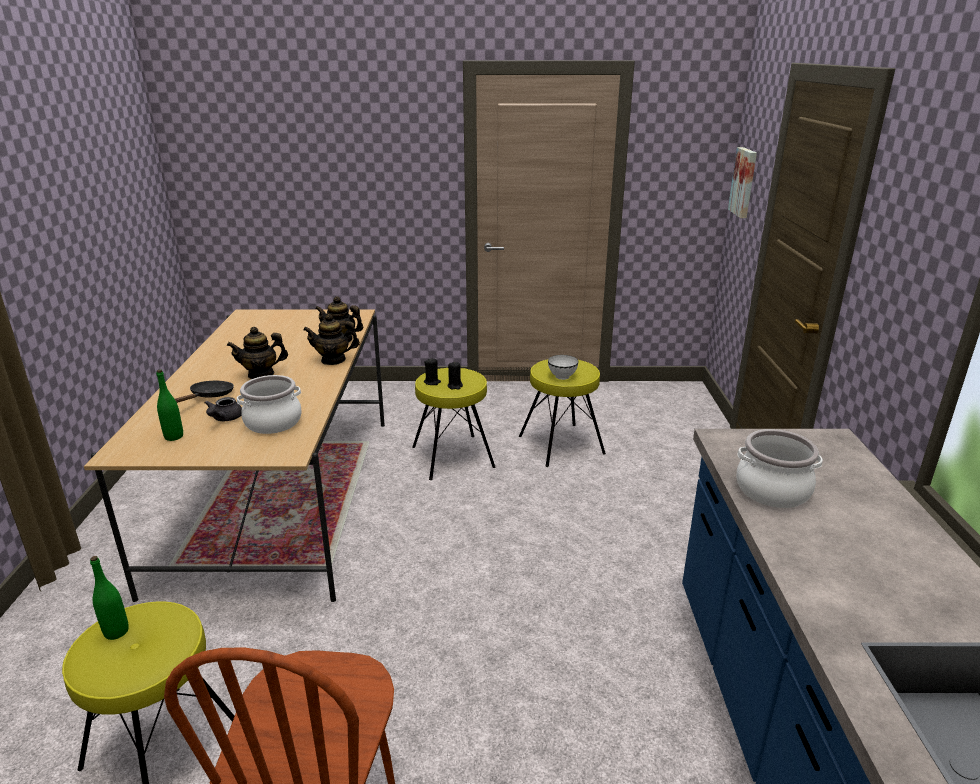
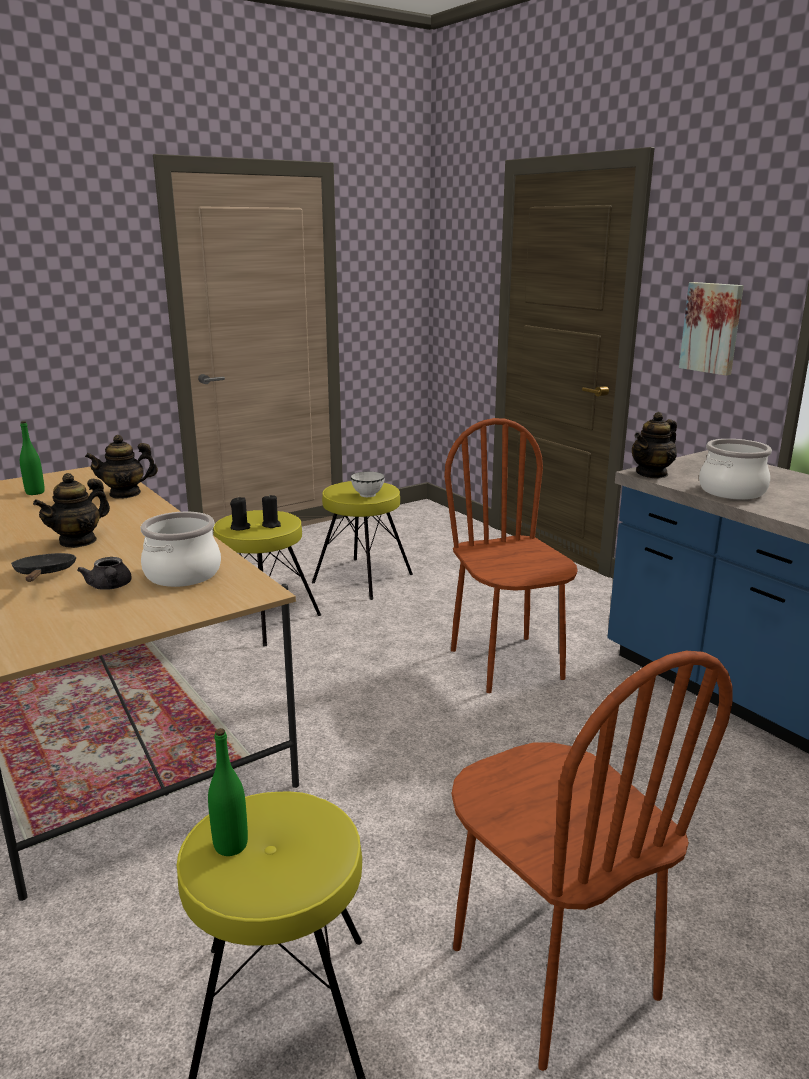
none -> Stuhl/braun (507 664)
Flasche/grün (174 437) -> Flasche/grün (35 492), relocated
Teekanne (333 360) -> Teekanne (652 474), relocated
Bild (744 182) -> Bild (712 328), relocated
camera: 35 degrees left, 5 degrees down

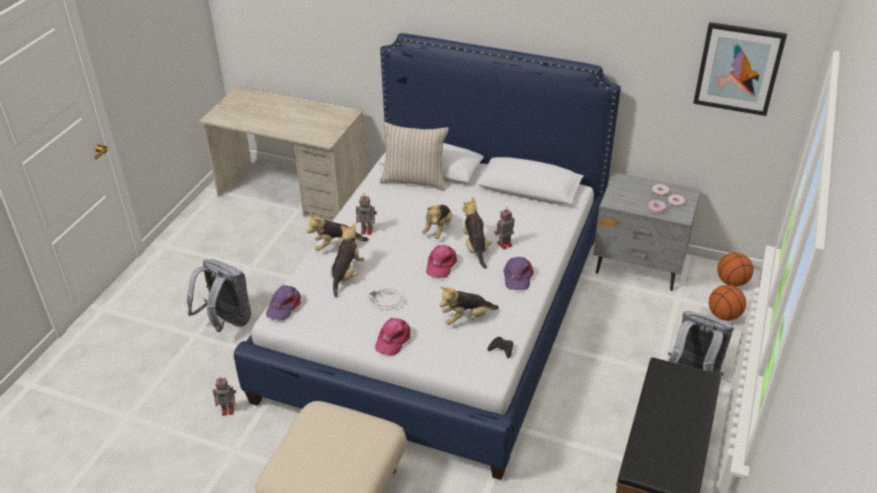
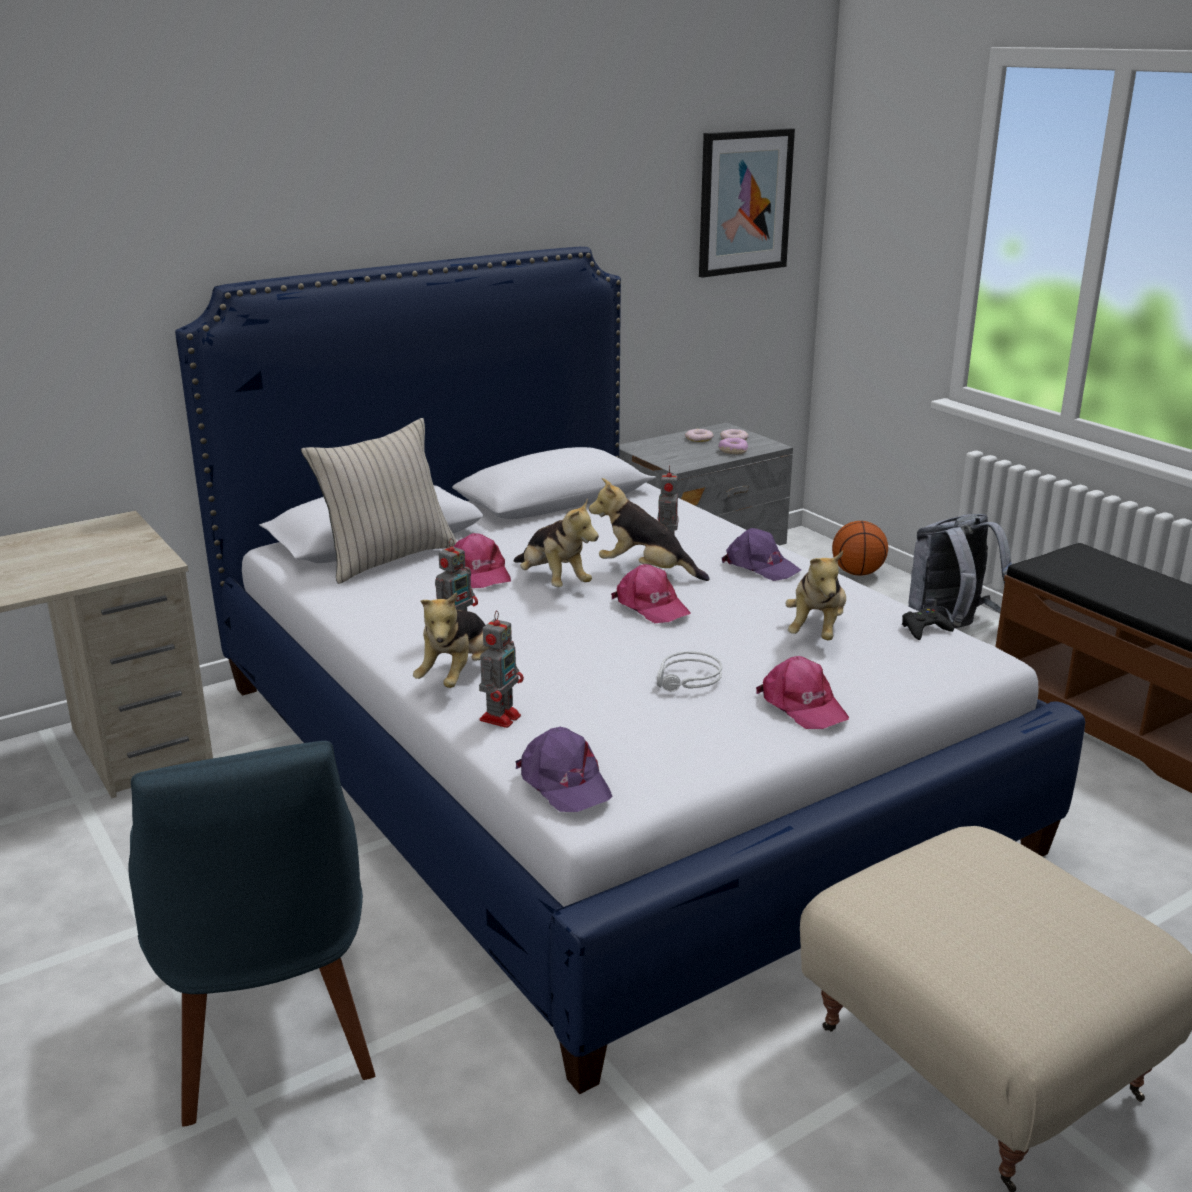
Plüschtier (346 275) -> none
Basketball (732 282) -> none
none -> Kappe/rosa (479 573)
Spielzeugroboter (228 409) -> Spielzeugroboter (501 717), relocated
Rucksack/grau (226 322) -> Stuhl/blau (268 1031)
camera: 55 degrees left, 15 degrees down

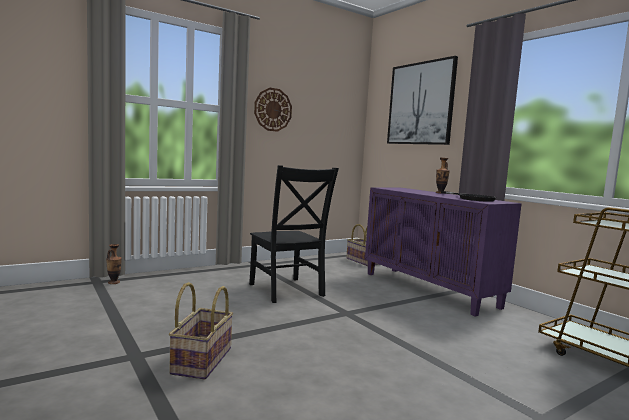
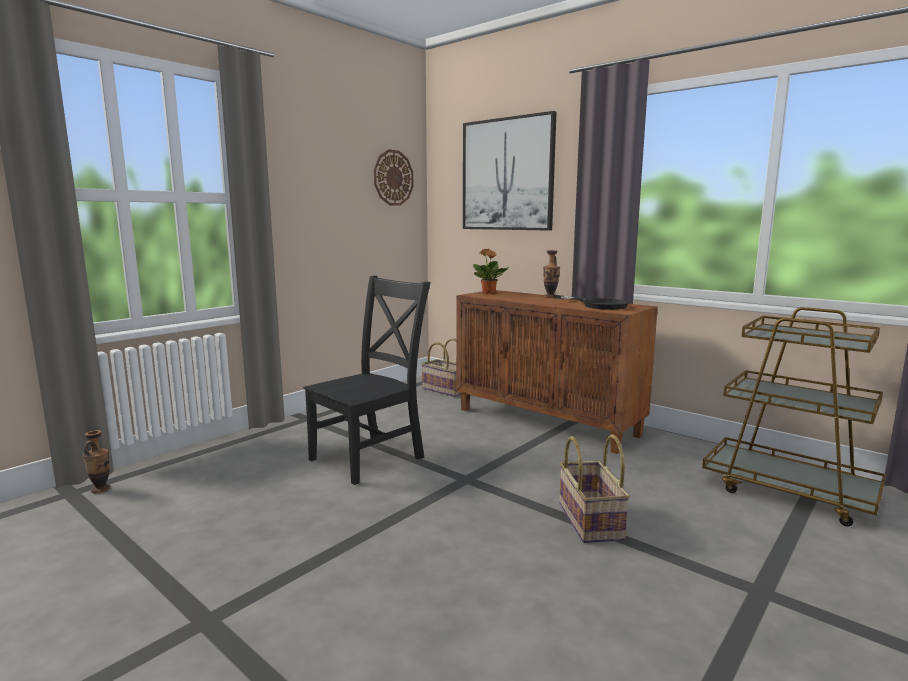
none -> Topfpflanze (489 293)
Korb (201 360) -> Korb (588 520), relocated
Wanduhr (273 109) -> Wanduhr (393 178), relocated
Schrank/lila (430 289) -> Schrank/braun (547 422)
Stuhl/schwarz (287 291) -> Stuhl/schwarz (371 457), 90 degrees counterclockwise
camera: 15 degrees left, 5 degrees up

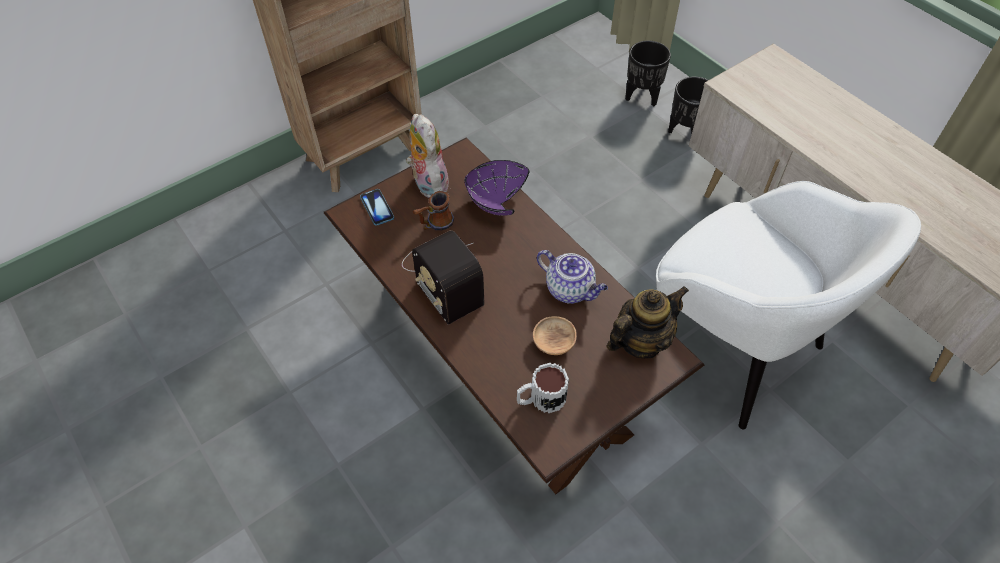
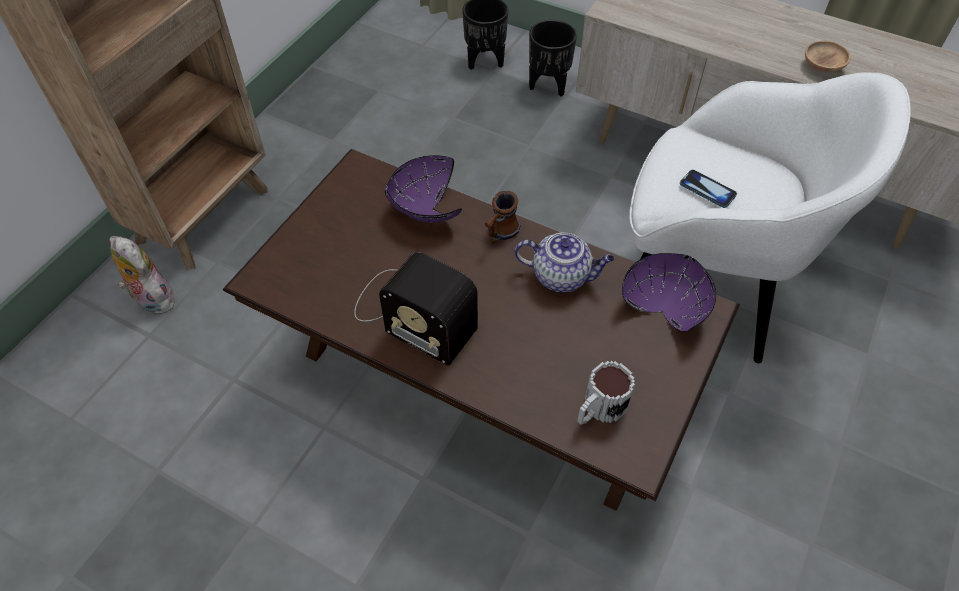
Handy (377 208) -> Handy (707 189), relocated
Plüschtier (428 183) -> Plüschtier (151 299), relocated
Henkelbecher (434 224) -> Henkelbecher (499 234), relocated
Schüssel/braun (554 343) -> Schüssel/braun (822 66), relocated
Teekanne (640 341) -> Schüssel/lila (665 304)
camera: 25 degrees left, 0 degrees up

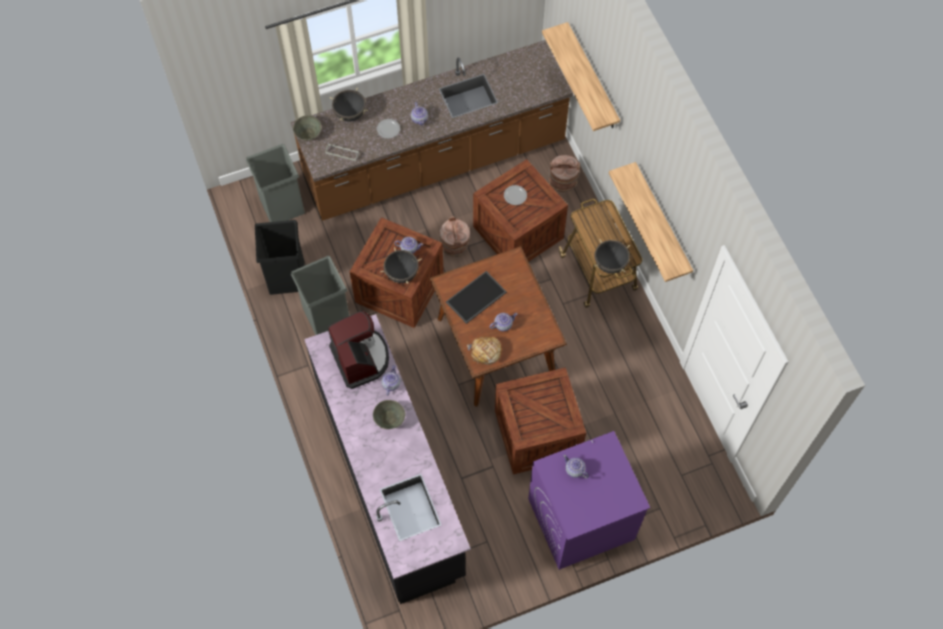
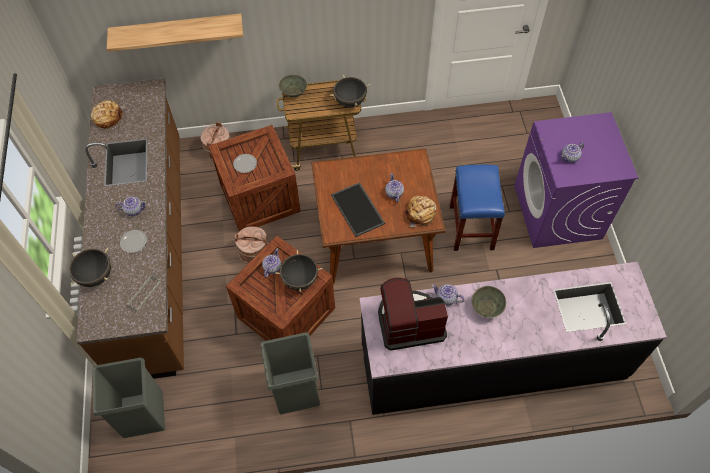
Mülleimer/schwarz (287 276) -> none
Wandregal (662 222) -> none
none -> Brot (108 117)
Schüssel/grau (308 133) -> Schüssel/grau (293 92), relocated
Kiste (536 435) -> Hocker/blau (471 228)
camera: 75 degrees left, 5 degrees down

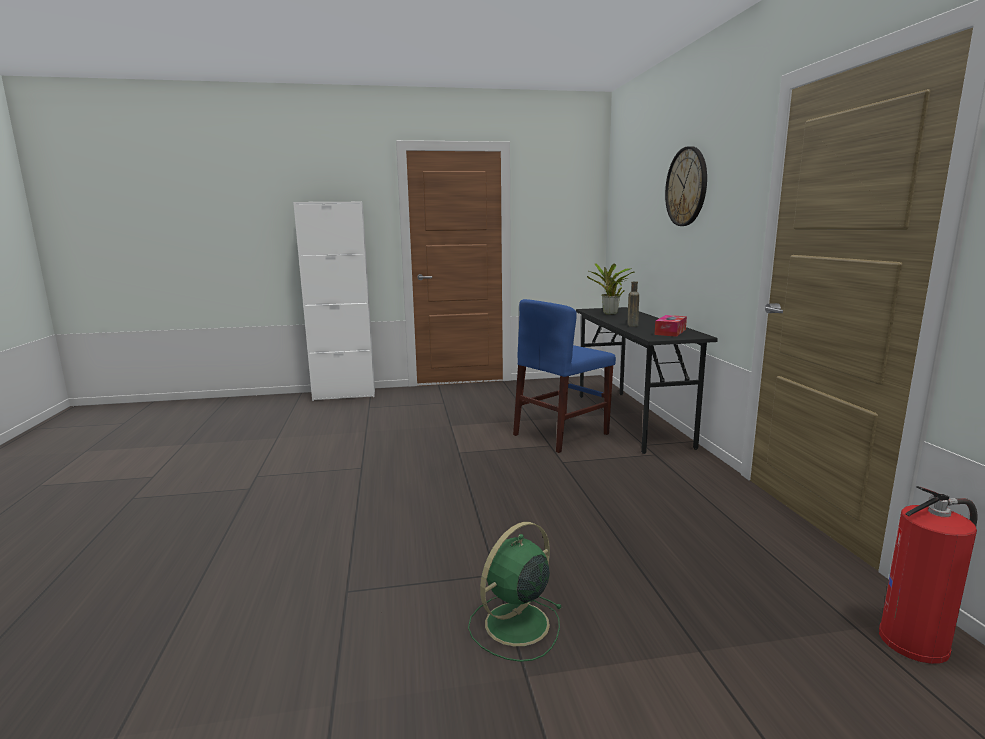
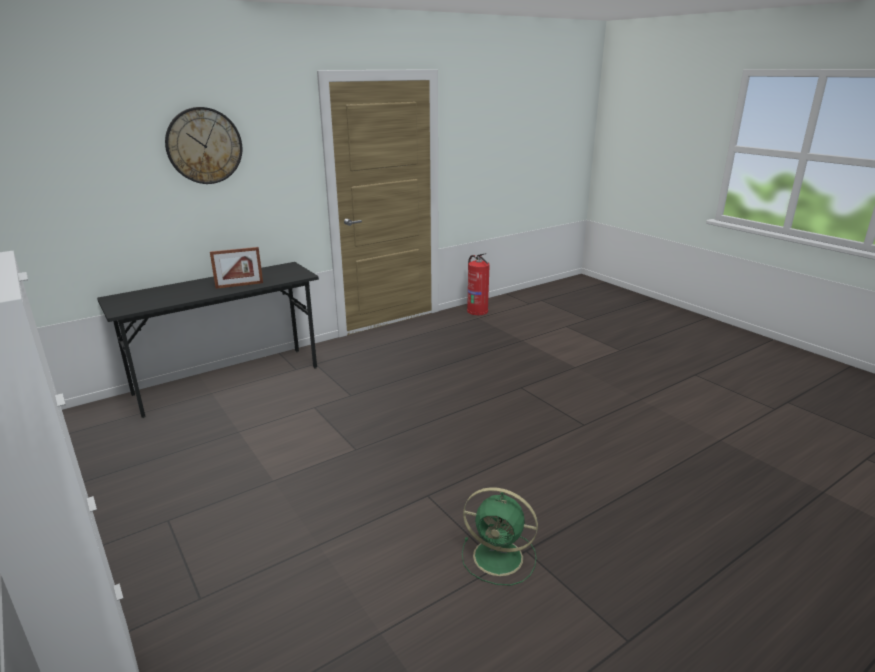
Stuhl/blau (561 434) -> none
Topfpflanze (609 314) -> none
Taschentuchbox (670 332) -> none
Ventilator/grün (515 625) -> Ventilator/grün (500 557), relocated
Flasche/braun (632 325) -> Bilderrahmen (239 285)
camera: 115 degrees left, 10 degrees up

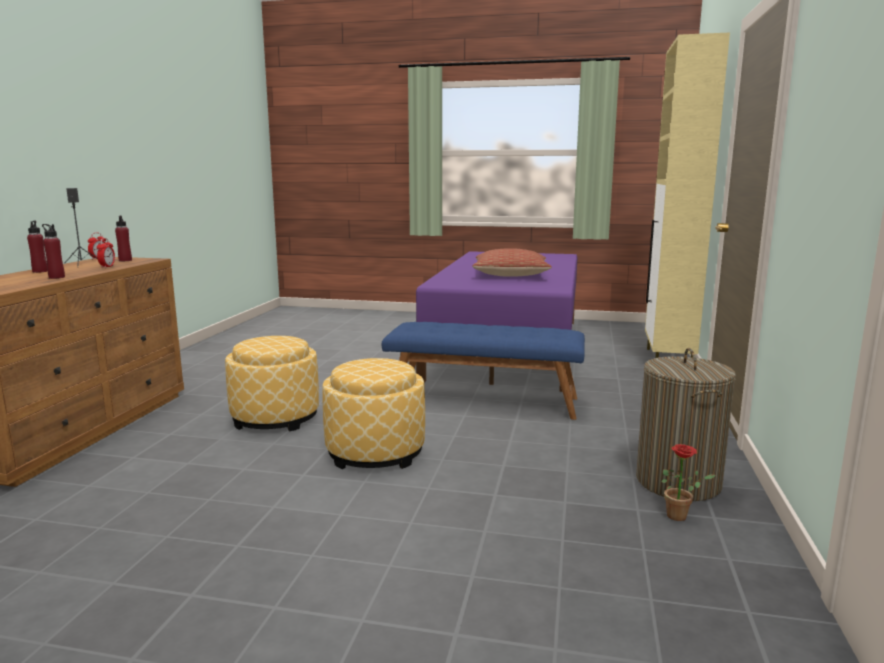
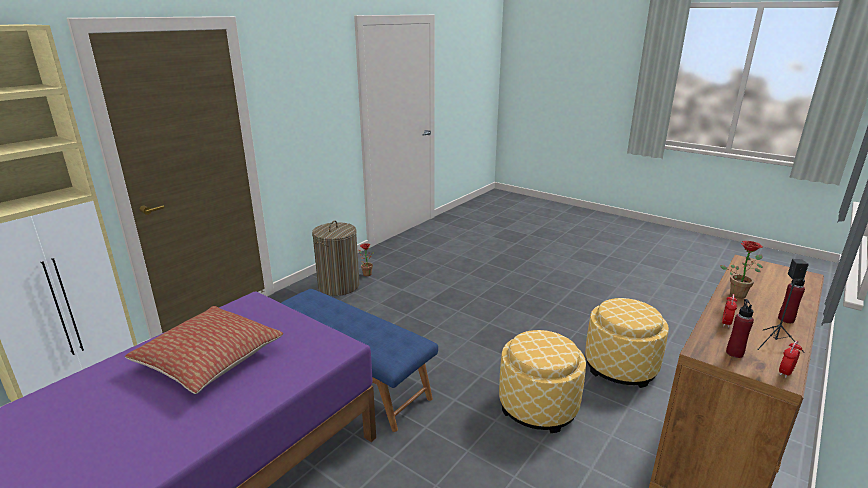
Polsterhocker (375 452) -> Polsterhocker (620 366), relocated
Flasche/rot (56 277) -> Topfpflanze (738 293)
camera: 155 degrees left, 10 degrees up

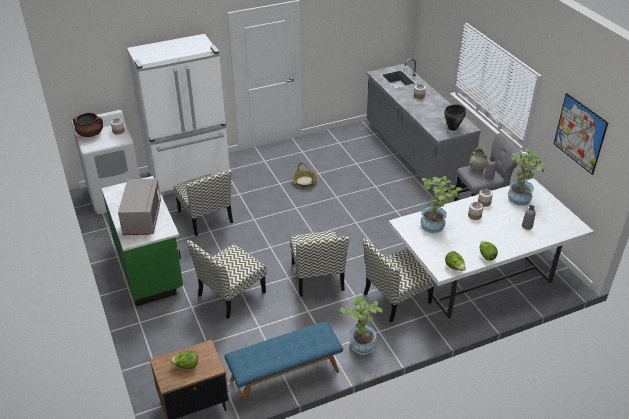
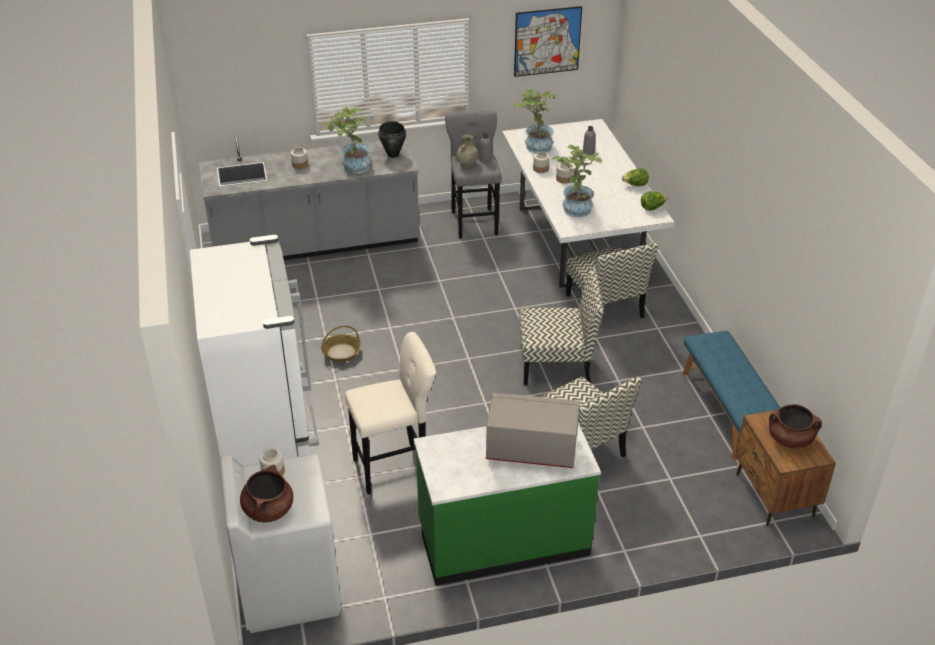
Topfpflanze (360 342) -> Topfpflanze (352 167), relocated
Salatkopf (186 366) -> Kochtopf/braun (790 439)
Stuhl (206 217) -> Hocker/beige (395 467)
camera: 80 degrees left, 0 degrees up

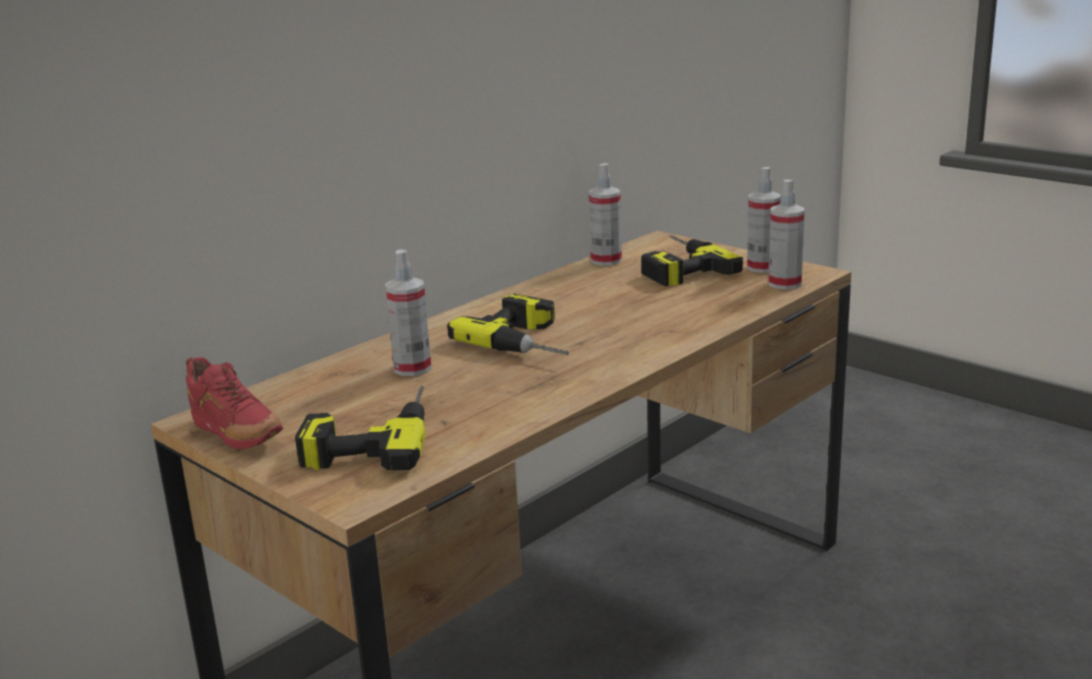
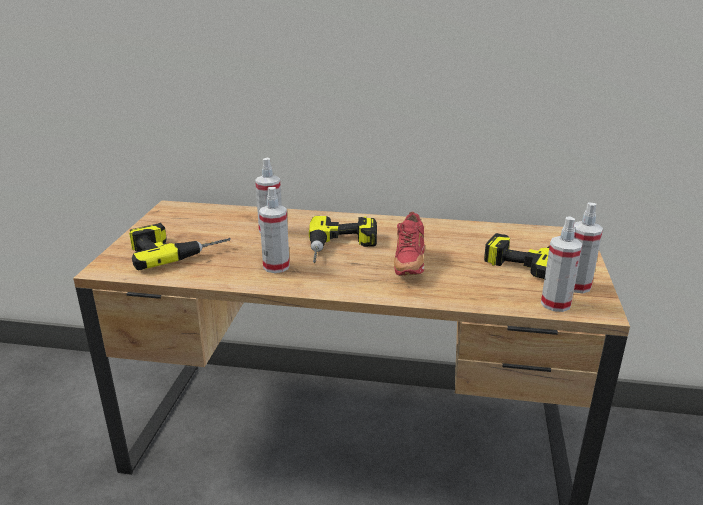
Schuh/rot (236 436) -> Schuh/rot (409 266), relocated
Sprühflasche (606 260) -> Sprühflasche (276 266), relocated
camera: 55 degrees right, 5 degrees up

